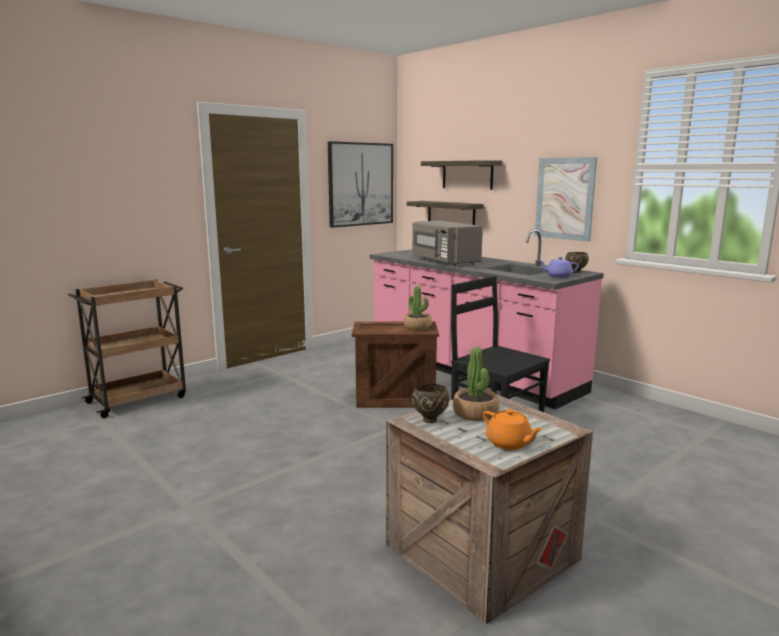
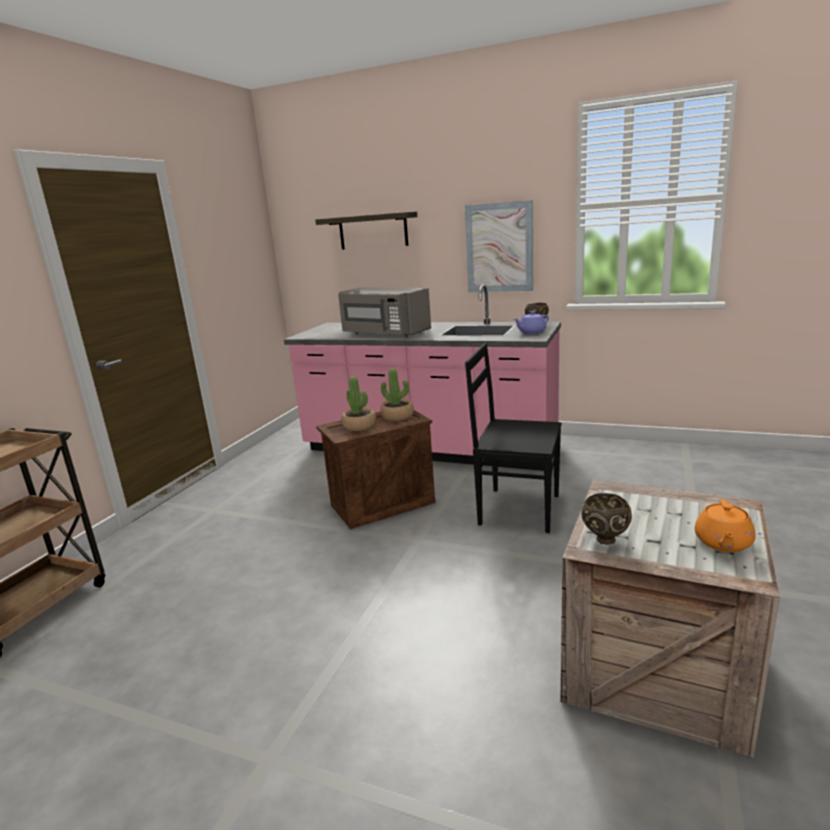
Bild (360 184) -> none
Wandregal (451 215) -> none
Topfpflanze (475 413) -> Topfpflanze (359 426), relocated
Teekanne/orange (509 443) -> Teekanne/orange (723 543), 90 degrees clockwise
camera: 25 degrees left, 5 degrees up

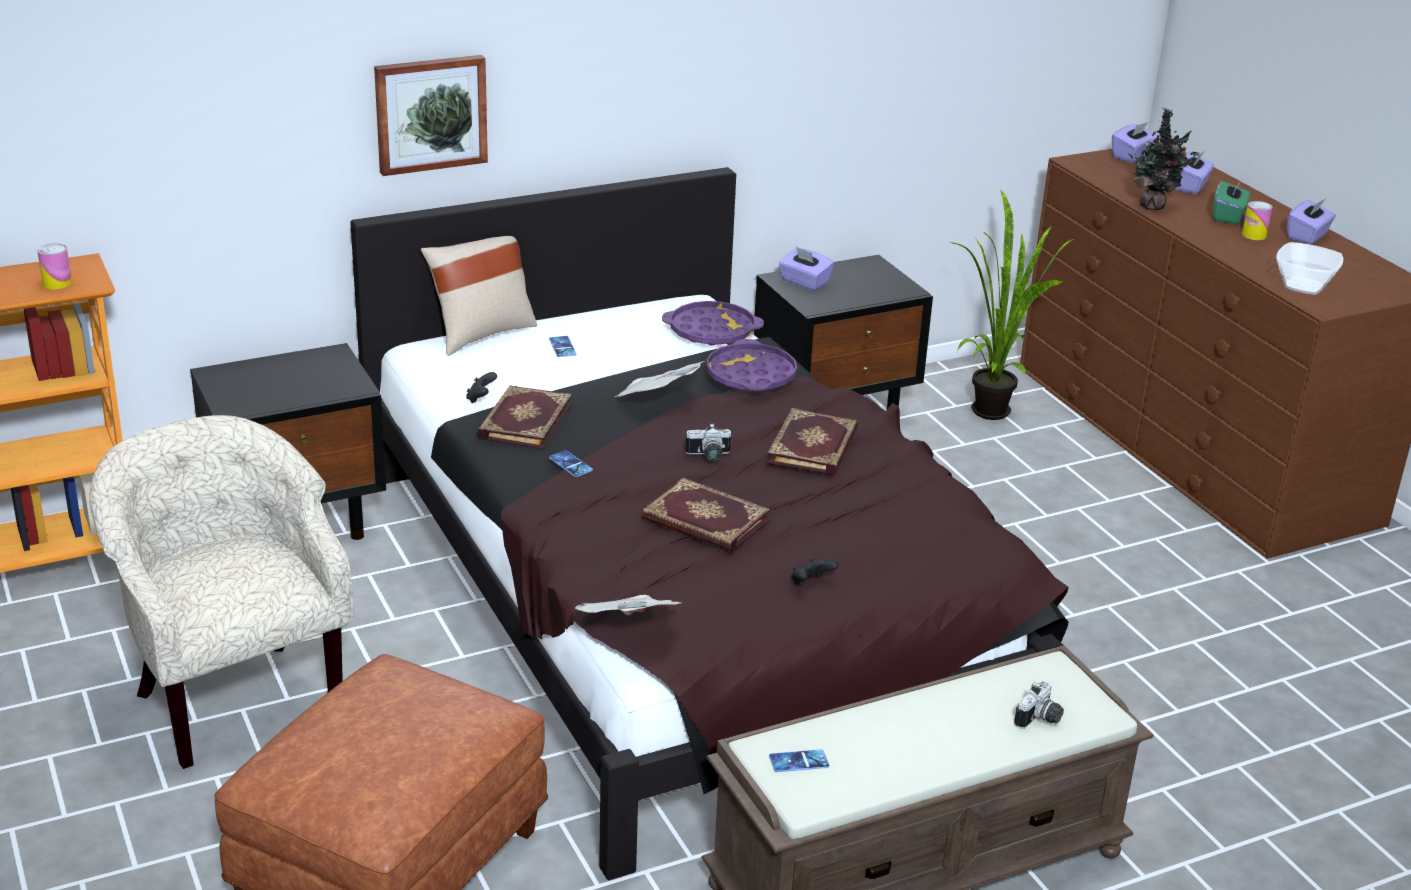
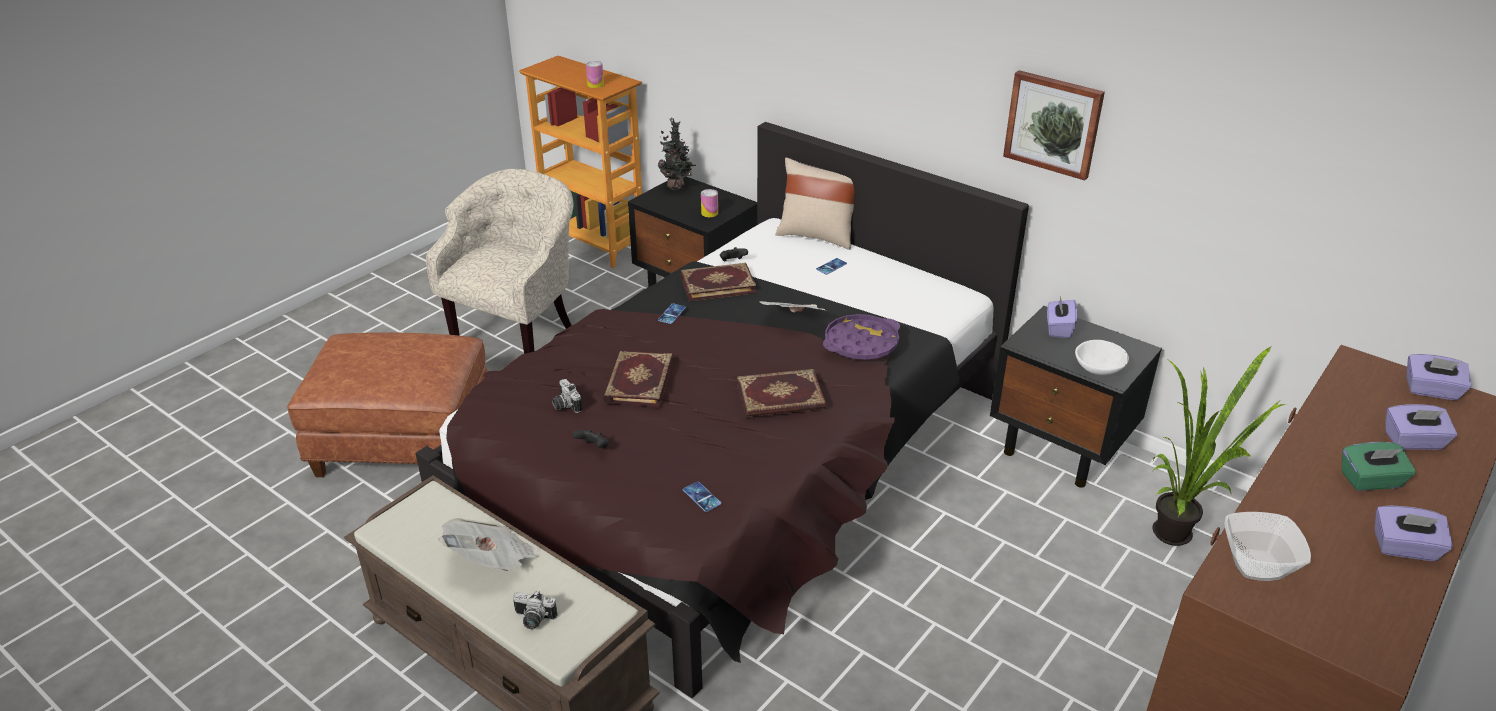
Tablett/lila (712 331) -> none
none -> Schüssel/weiß (1099 369)
Bild (430 113) -> Bild (1053 124), relocated
Zeitung (628 628) -> Zeitung (493 561), relocated
Kamera (708 456) -> Kamera (565 405), relocated
Handy (799 761) -> Handy (701 497), relocated
Topfpflanze (1154 206) -> Topfpflanze (677 187), relocated
Dose (1254 235) -> Dose (709 213), relocated
camera: 65 degrees right, 5 degrees up

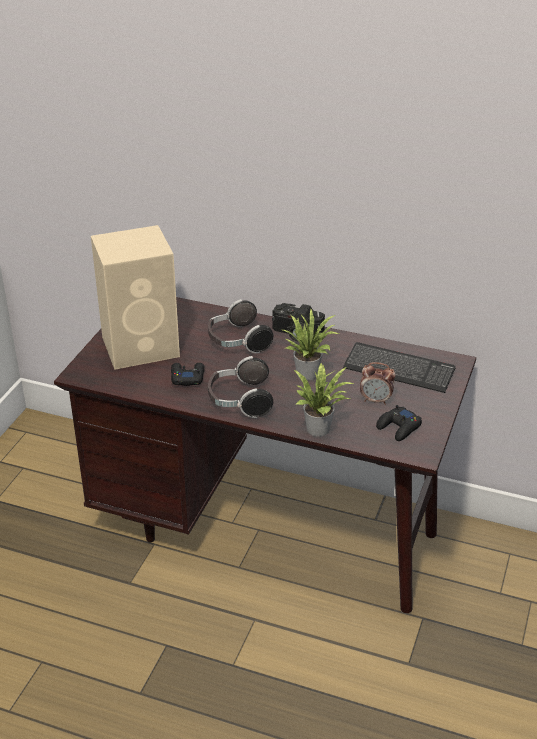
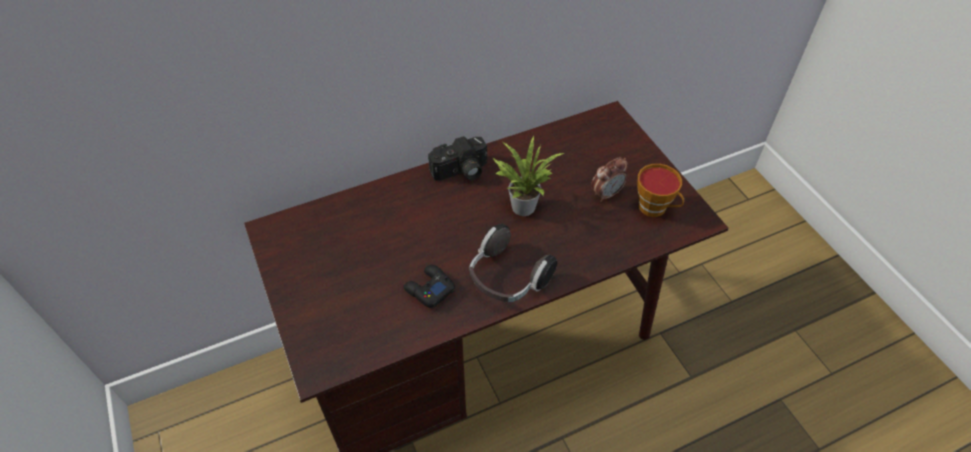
Lautsprecher/beige (142 346) -> none
Kopfhörer (237 341) -> none
Topfpflanze (321 428) -> none
Tastatur (399 369) -> none
Gamepad/schwarz (399 428) -> Tasse (655 208)
camera: 45 degrees left, 15 degrees up

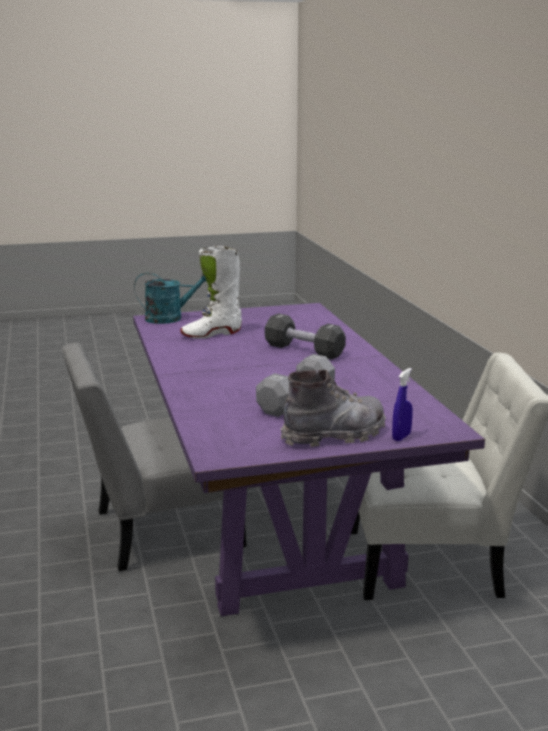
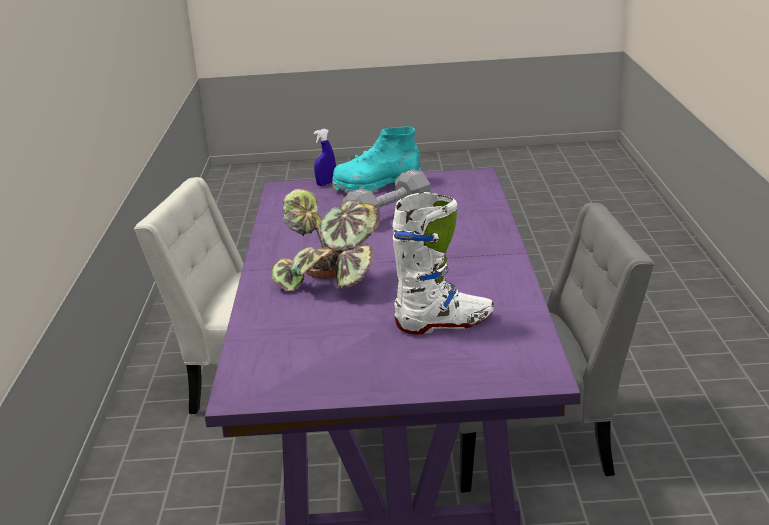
Gießkanne/türkis (171 318) -> none
Hantel/schwarz (304 350) -> Topfpflanze (332 282)
Stiefel/grau (335 435) -> Stiefel/türkis (377 186)
camera: 165 degrees left, 5 degrees up

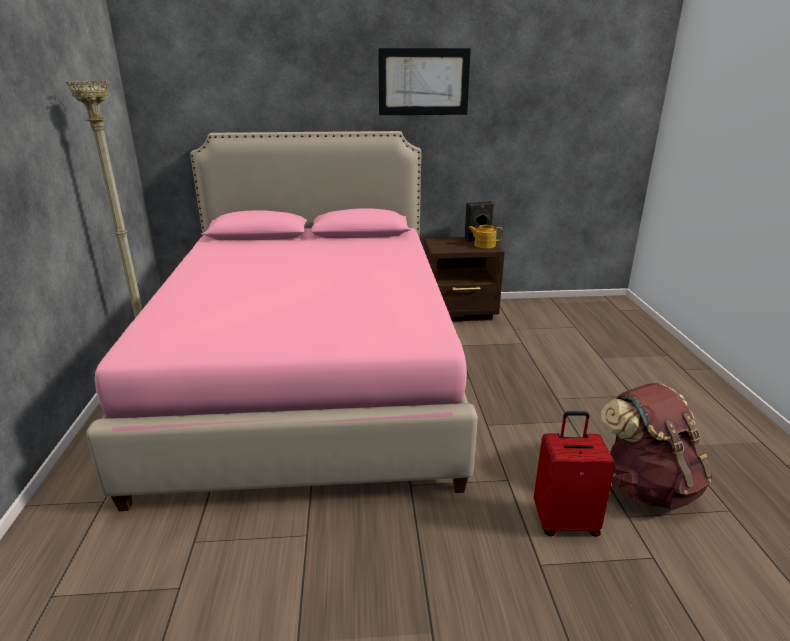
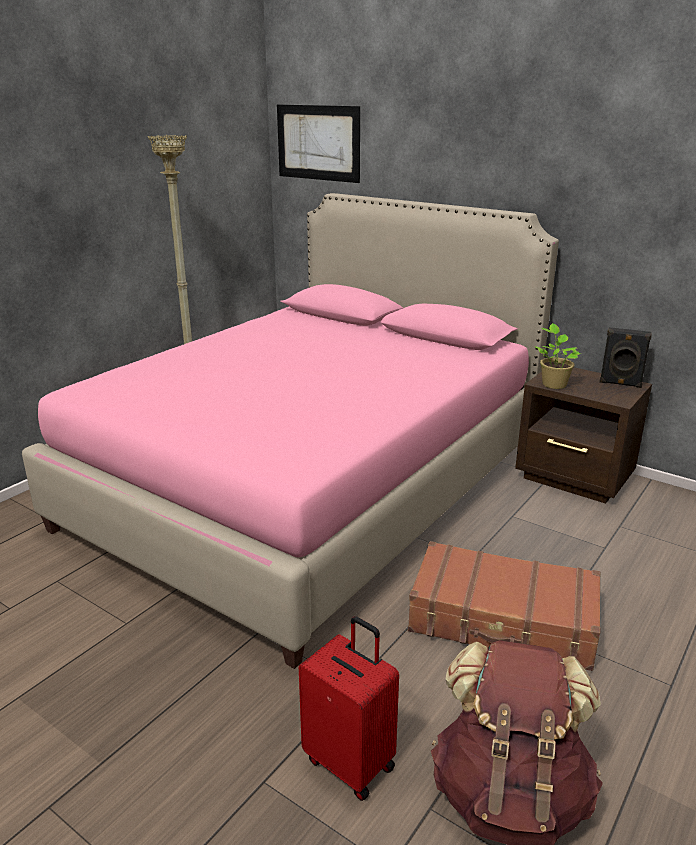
Teekanne (484 245) -> none
none -> Koffer/braun (503 621)
none -> Topfpflanze (553 384)
Bild (423 82) -> Bild (318 143), relocated
camera: 40 degrees right, 0 degrees up

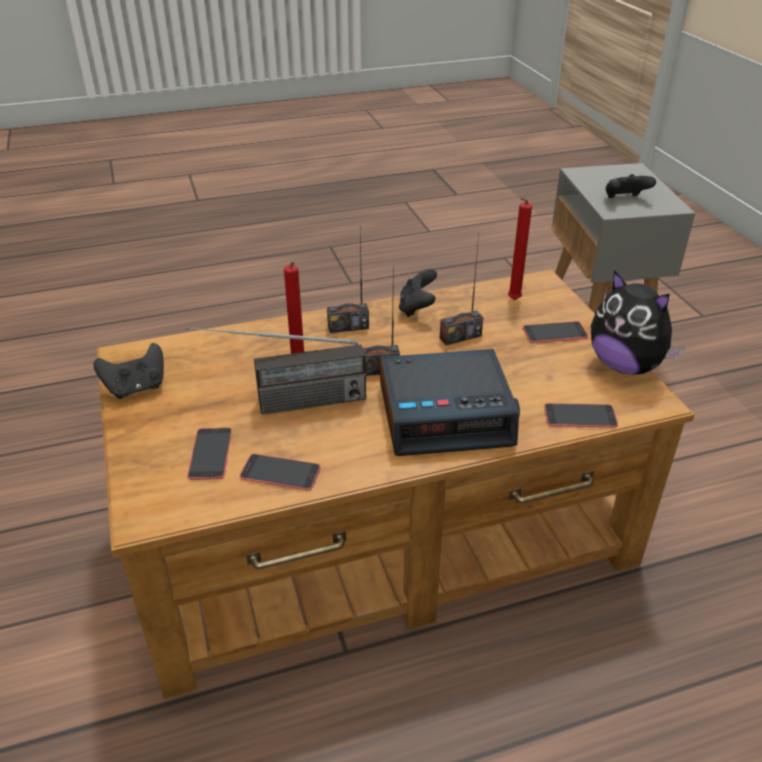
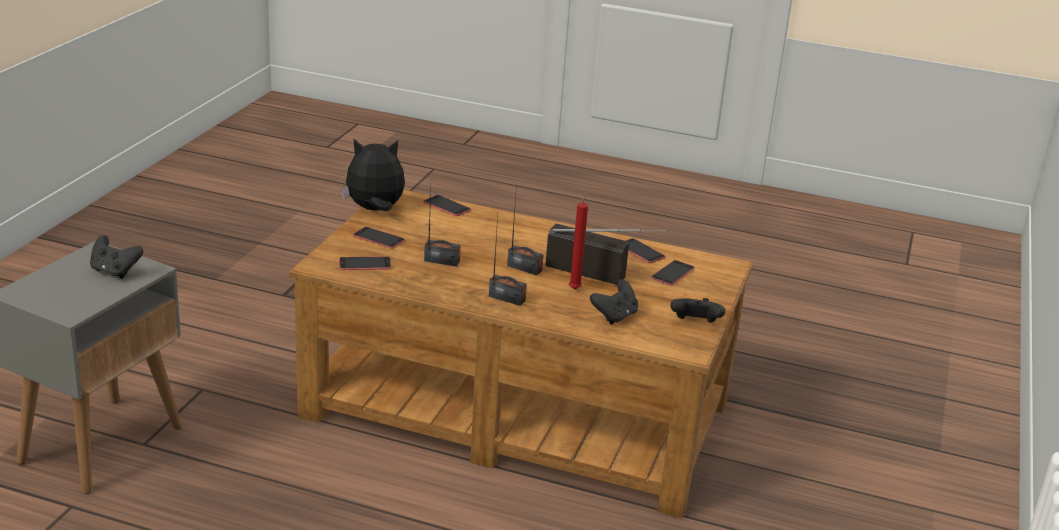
Wecker (446 413) -> none
Gamepad/schwarz (417 308) -> Gamepad/schwarz (615 316), relocated
Kerze/rot (512 300) -> Handy (365 264)
Plüschtier (625 365) -> Plüschtier (375 210), 90 degrees counterclockwise
camera: 145 degrees left, 10 degrees down

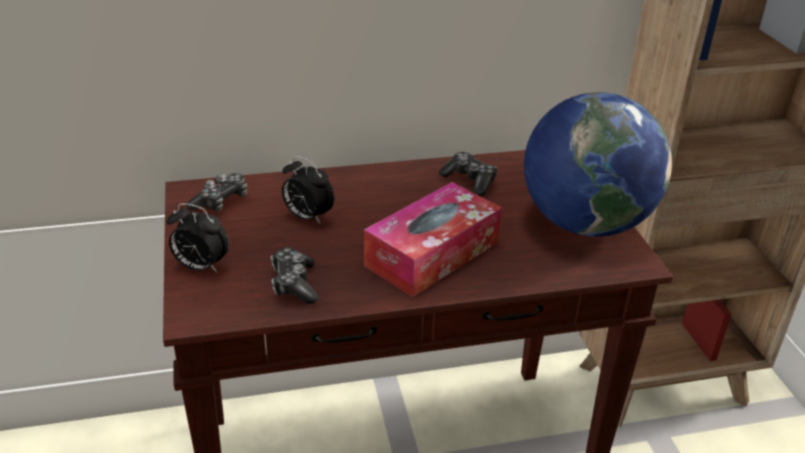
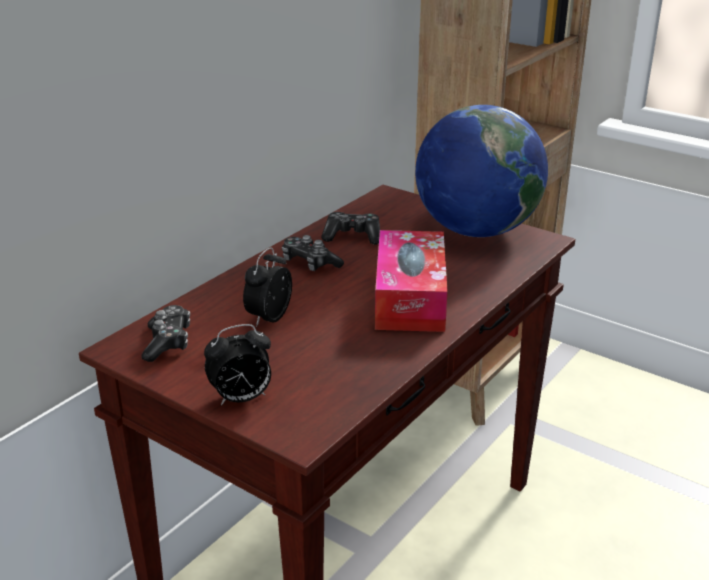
Gamepad (294 284) -> Gamepad (310 263), relocated
Wecker (307 217) -> Wecker (269 318), 120 degrees clockwise
camera: 40 degrees left, 5 degrees down

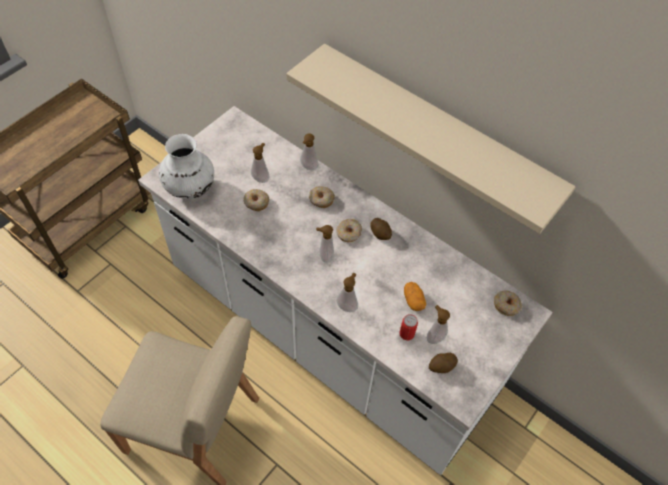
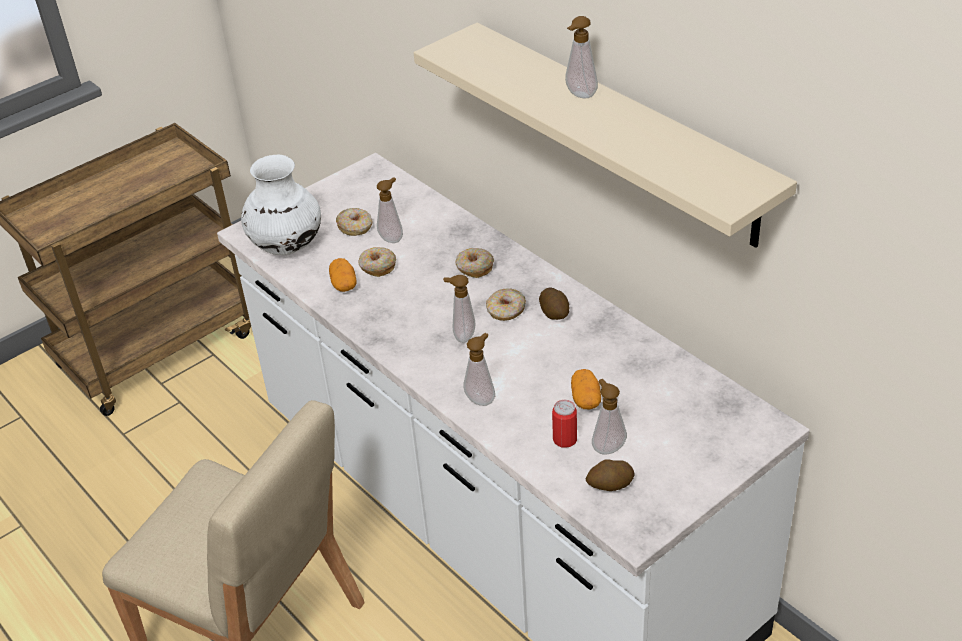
none -> Kartoffel (343 284)
Seifenspender (308 167) -> Seifenspender (579 95), relocated
Donut (506 305) -> Donut (355 227), relocated
camera: 15 degrees right, 15 degrees down

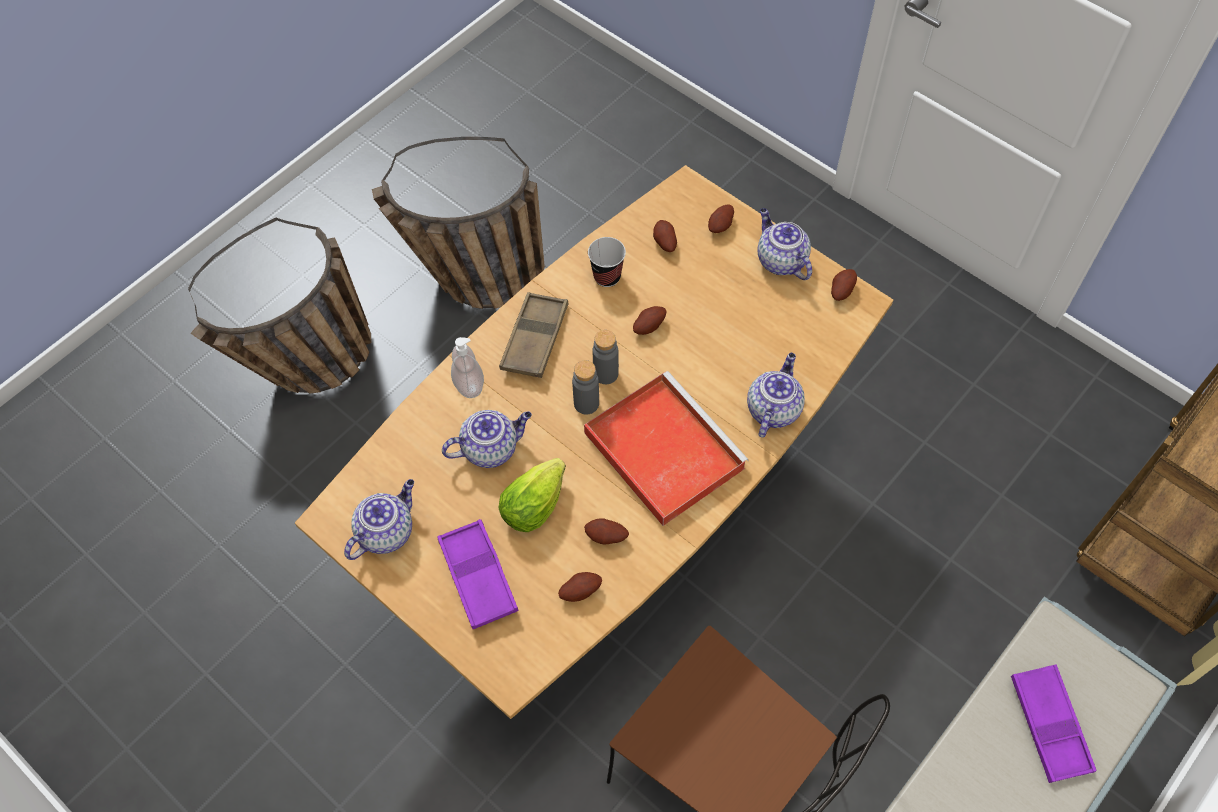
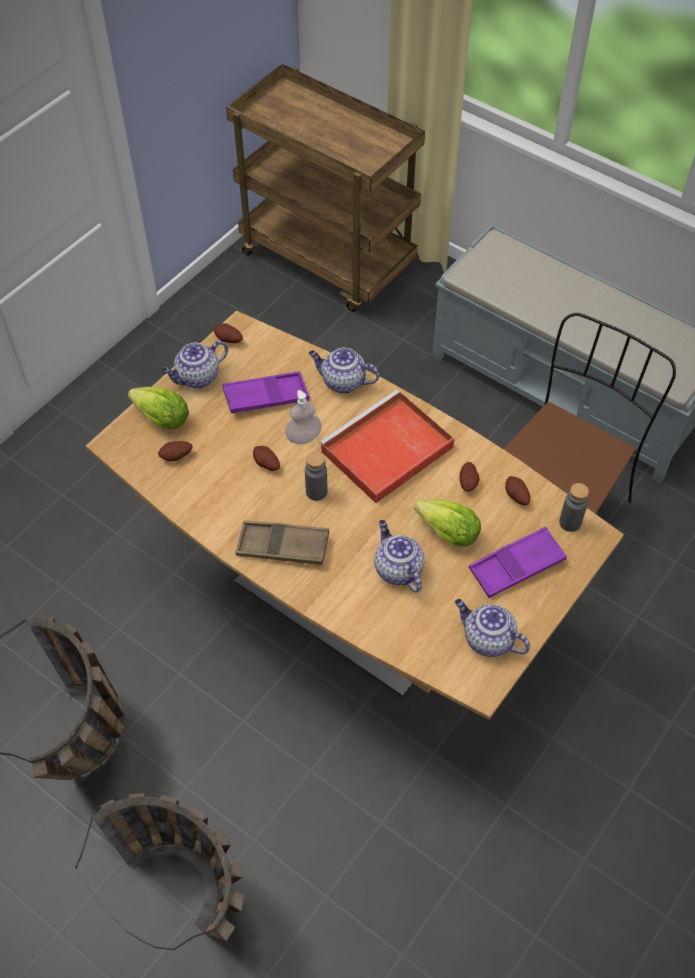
Tasse (607 276) -> none
Seifenspender (469 384) -> Seifenspender (303 437), relocated
Flasche/grau (586 403) -> Flasche/grau (570 522), relocated
Tablett/lila (1049 725) -> Tablett/lila (266 397), relocated
Kartoffel (721 226) -> Salatkopf (159 417)
camera: 95 degrees left, 5 degrees down

